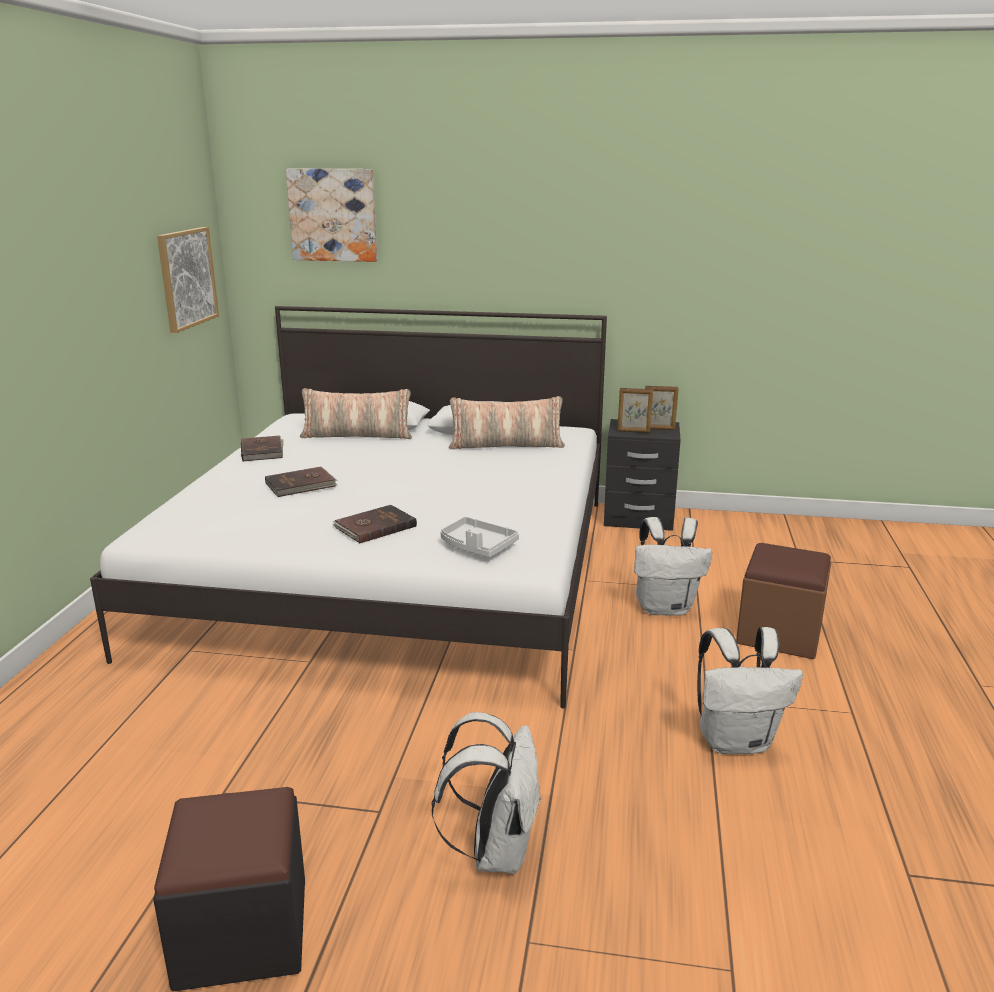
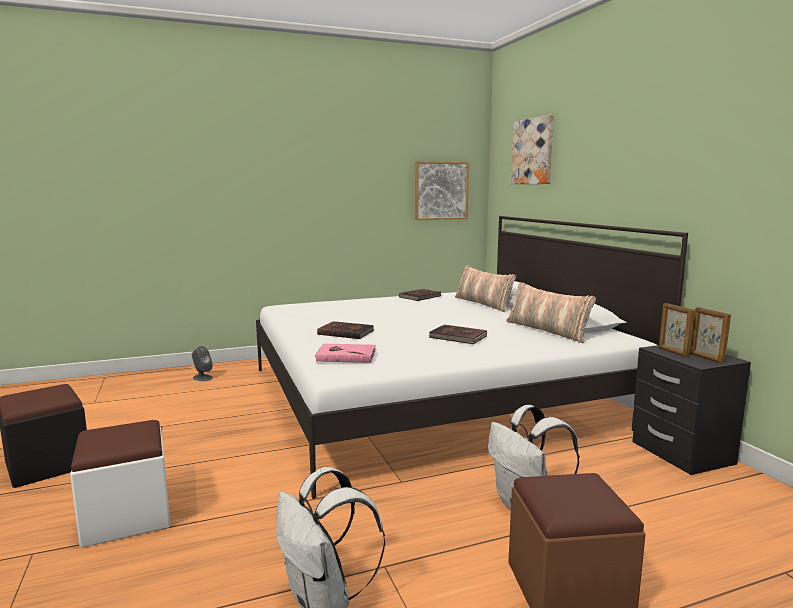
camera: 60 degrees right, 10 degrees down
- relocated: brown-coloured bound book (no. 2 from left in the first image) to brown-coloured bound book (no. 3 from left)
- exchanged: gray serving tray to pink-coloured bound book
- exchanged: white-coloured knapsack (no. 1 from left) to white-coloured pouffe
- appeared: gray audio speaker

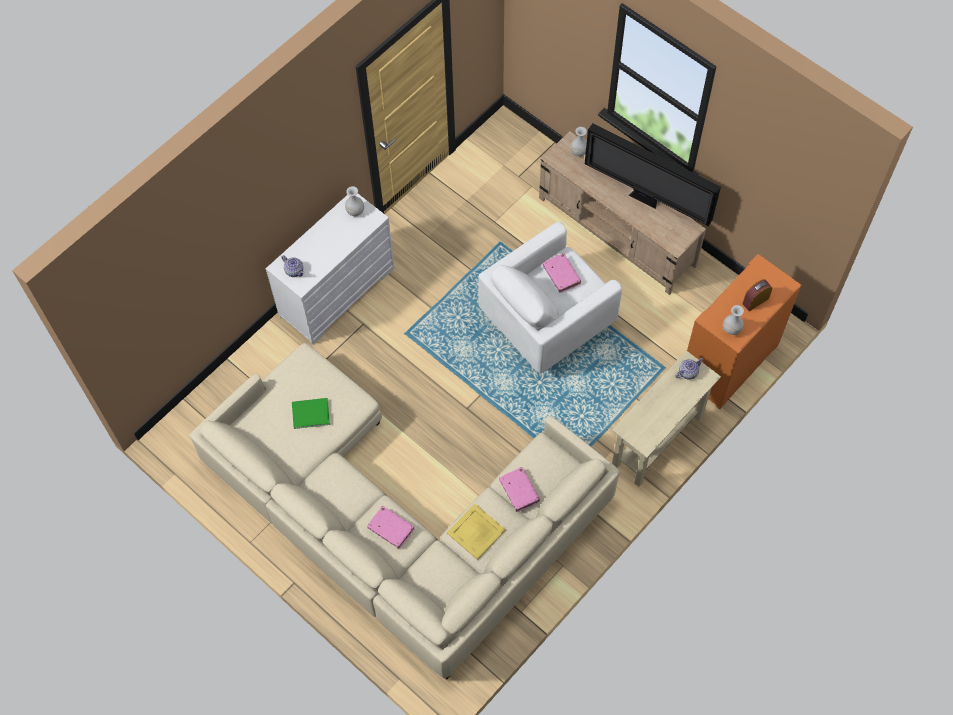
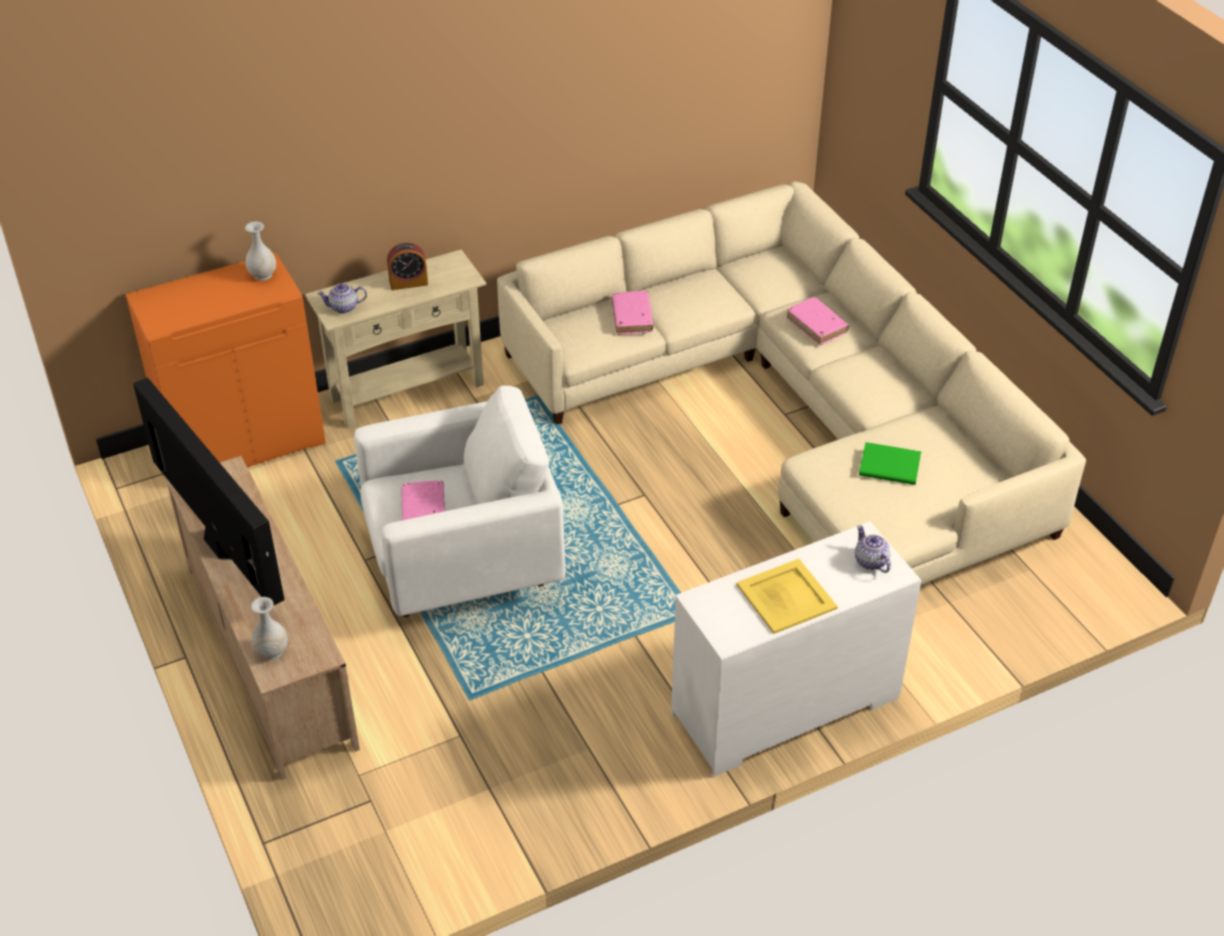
camera: 160 degrees left, 20 degrees down
- missing: white-coloured decorative vase (no. 1 from left)
- relocated: table clock
- relocated: yellow-coloured serving tray

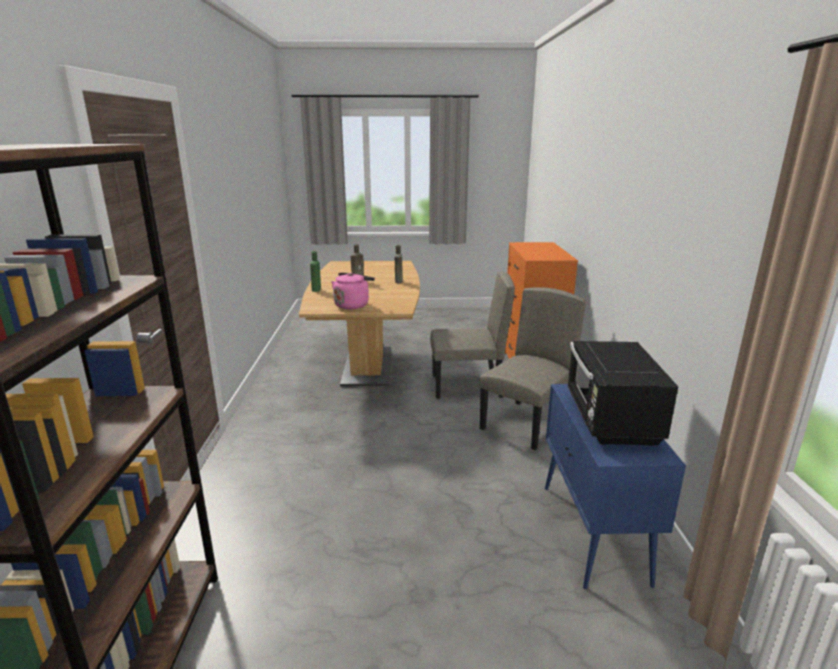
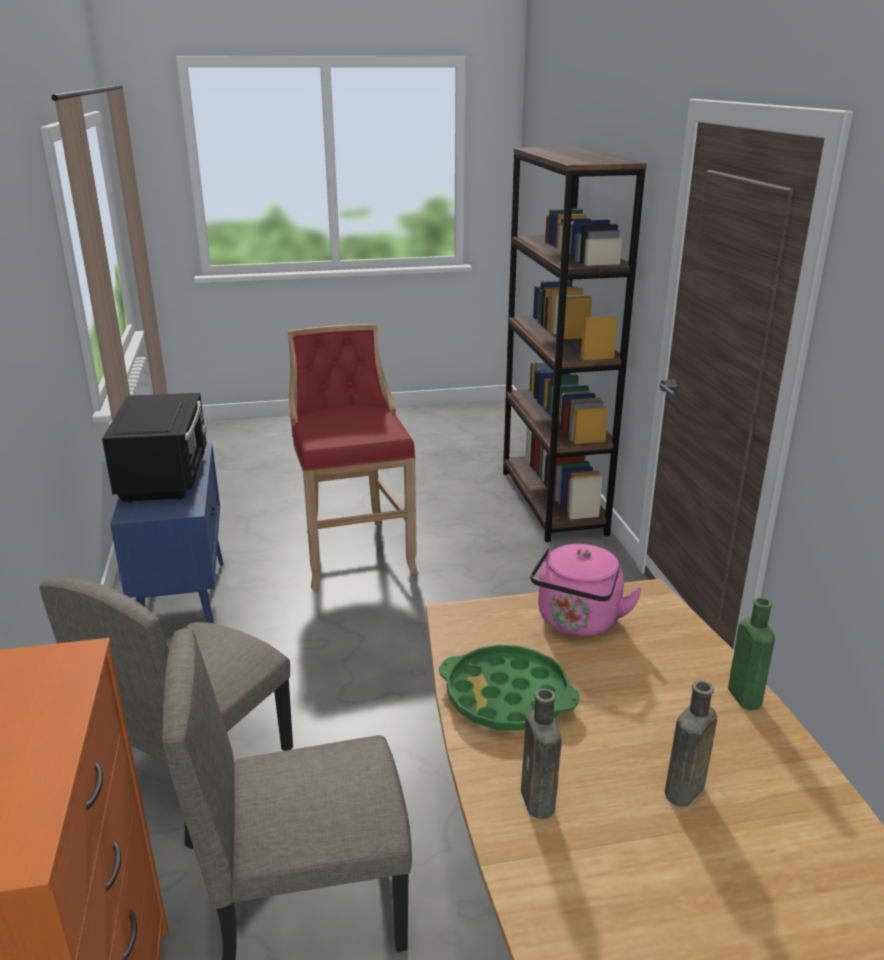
camera: 170 degrees right, 5 degrees up
- appeared: red-coloured stool seat
- appeared: green serving tray

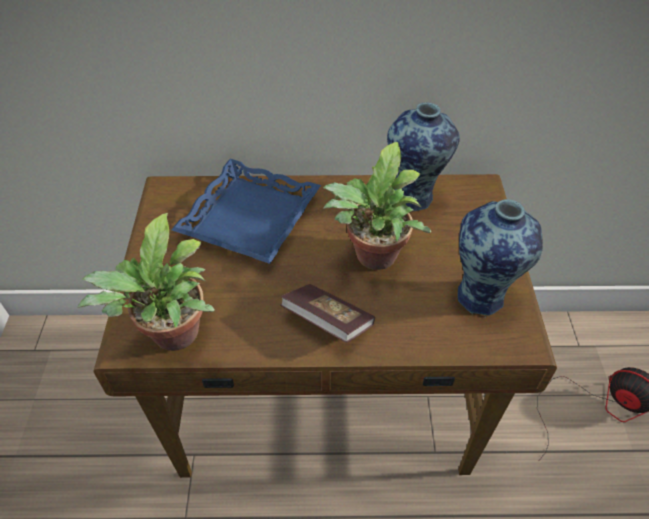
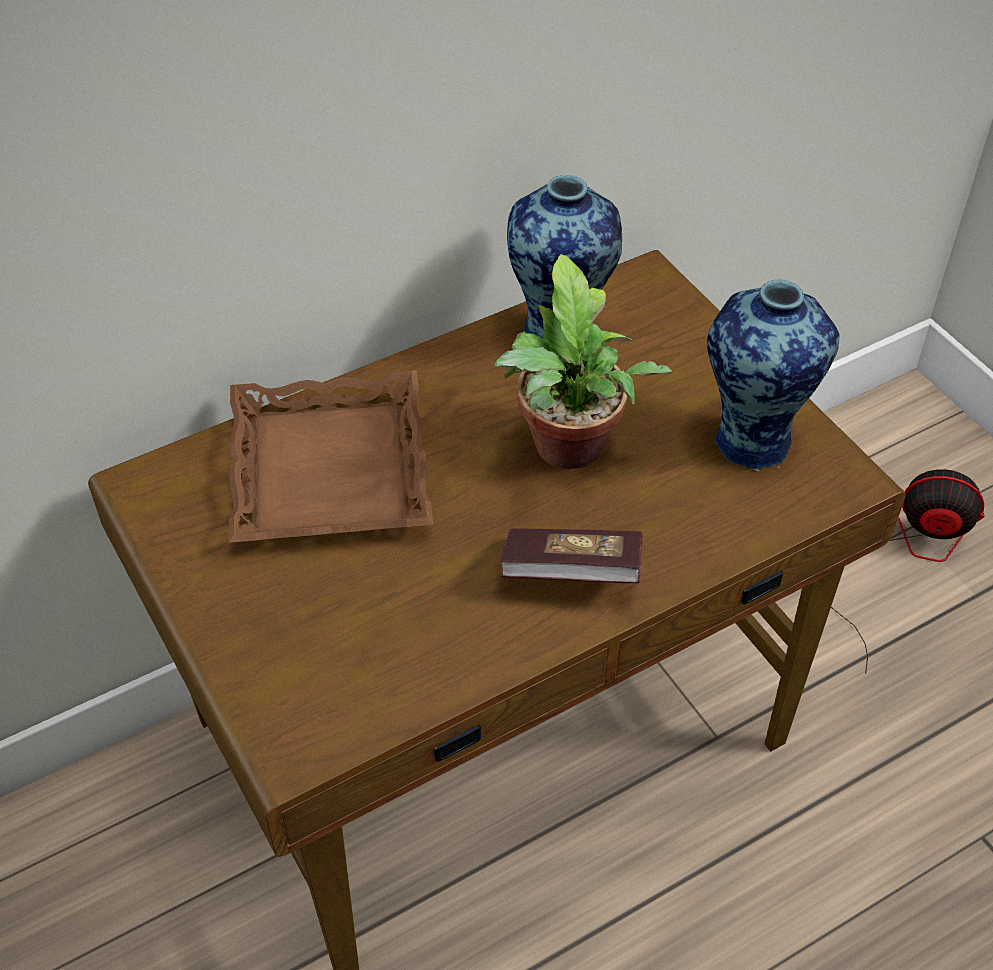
camera: 30 degrees left, 0 degrees up
- colour: bluish serving tray to brown-coloured serving tray
- missing: houseplant (no. 1 from left)

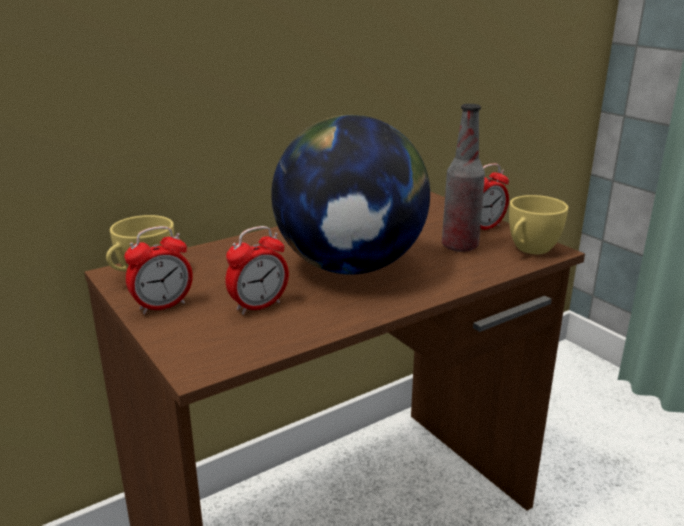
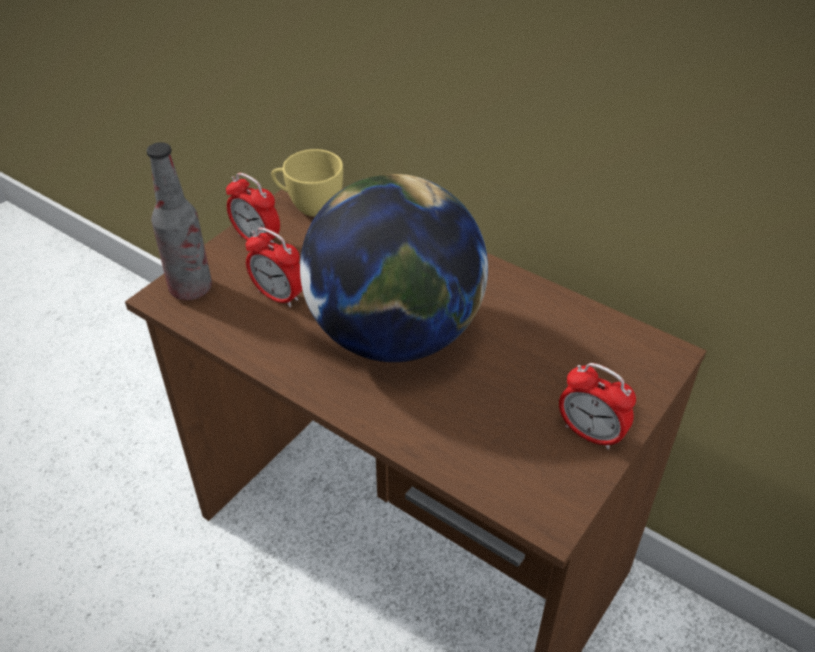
camera: 70 degrees right, 20 degrees up
- relocated: beverage bottle
- missing: yellow-coloured small cup (no. 2 from left)

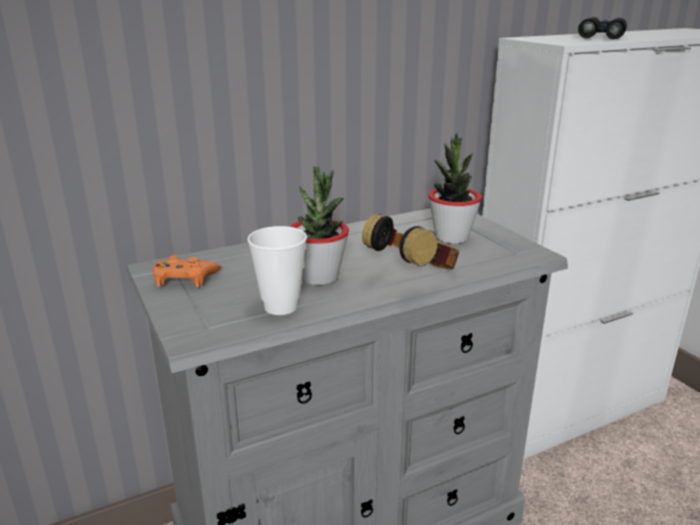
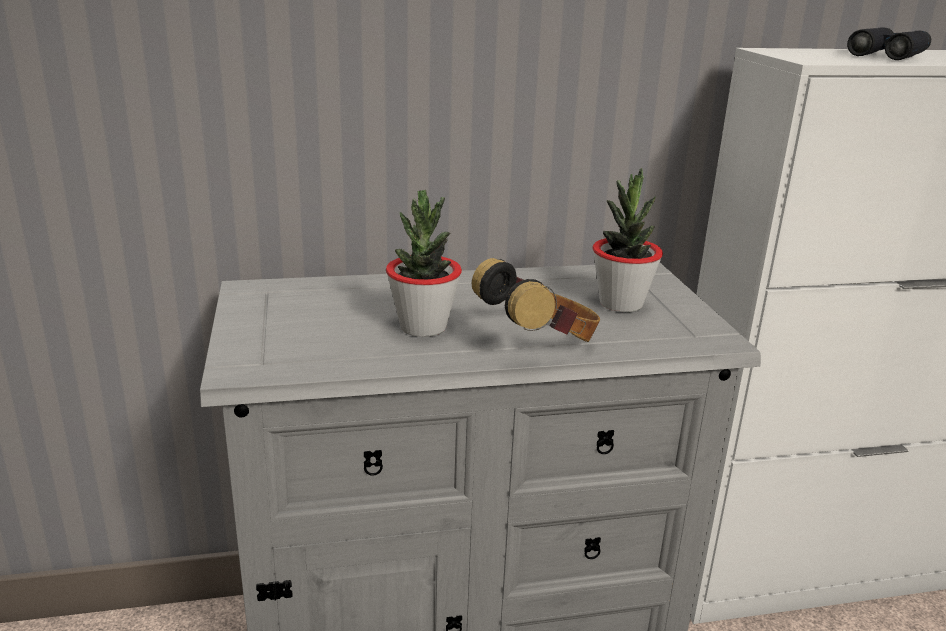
camera: 15 degrees right, 0 degrees up
- missing: small cup
- missing: orangey joypad

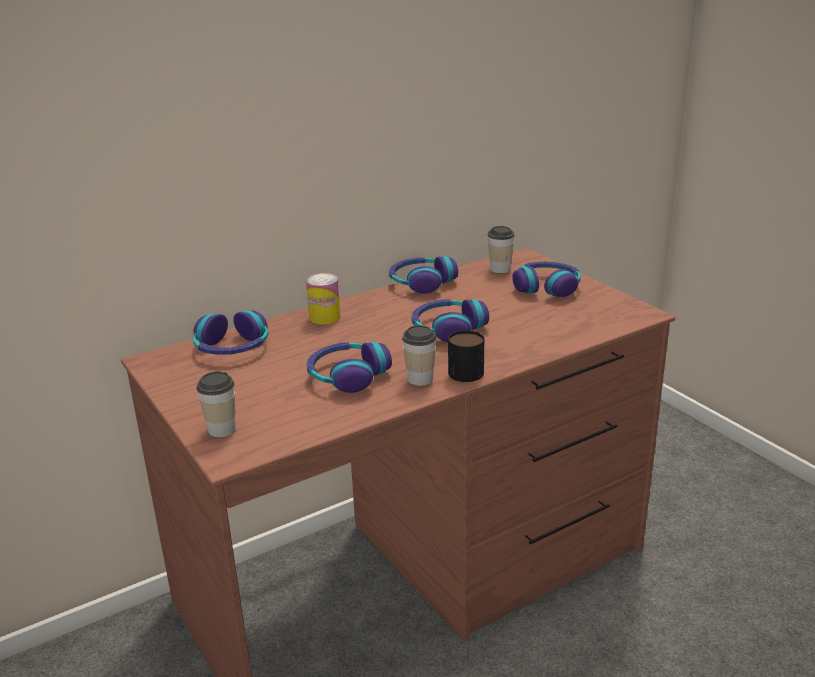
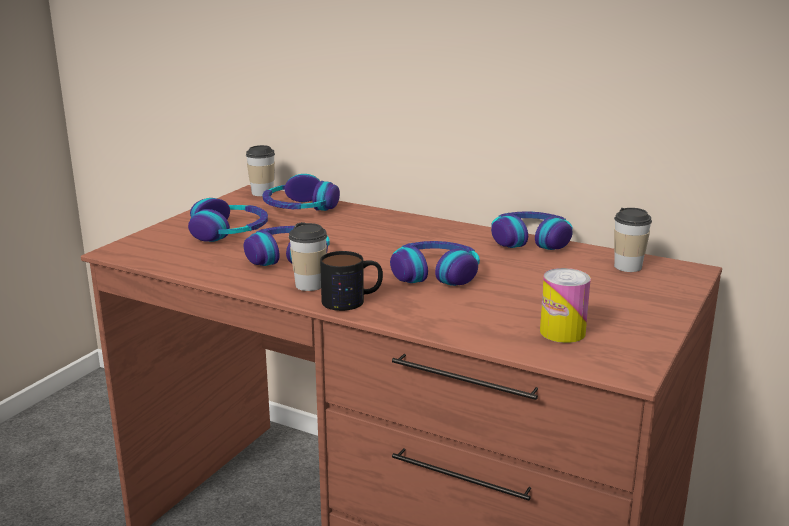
camera: 60 degrees right, 5 degrees down
- relocated: headset (no. 5 from left in the first image) to headset (no. 1 from left)
- relocated: can
- relocated: small cup (no. 1 from left)

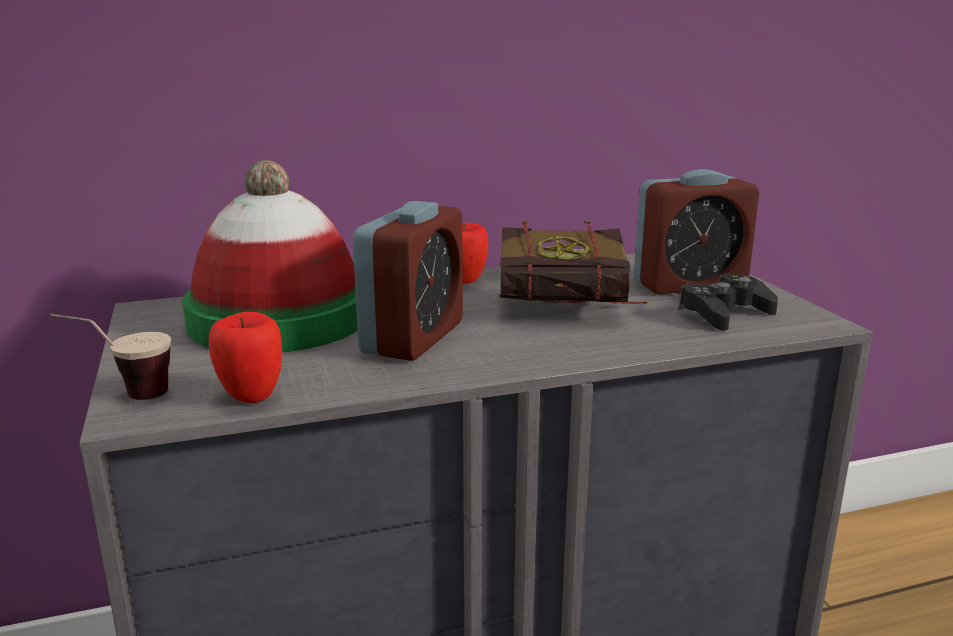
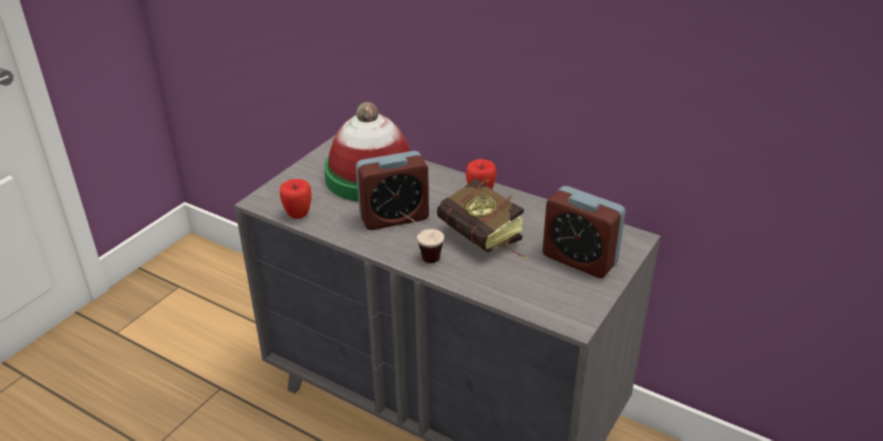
camera: 50 degrees right, 15 degrees up
- missing: black joypad
- relocated: small cup

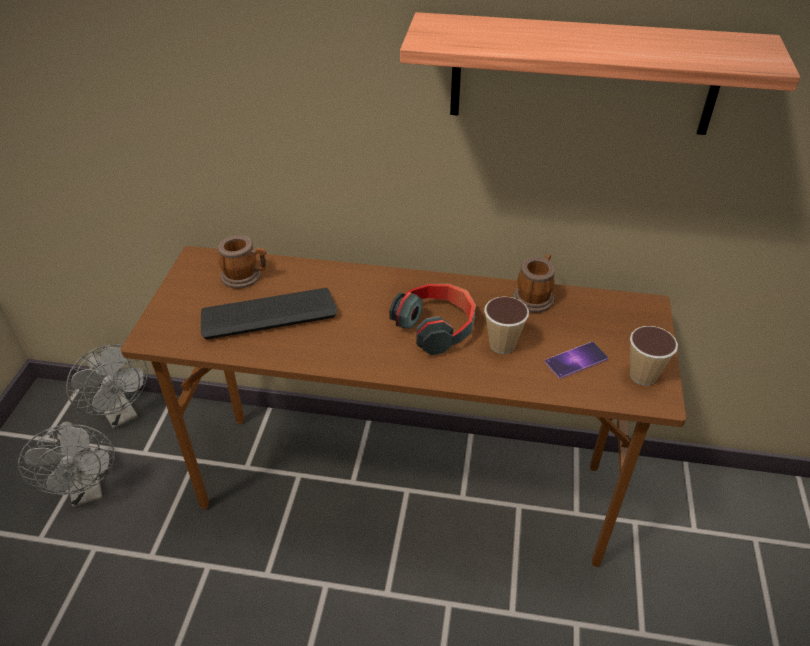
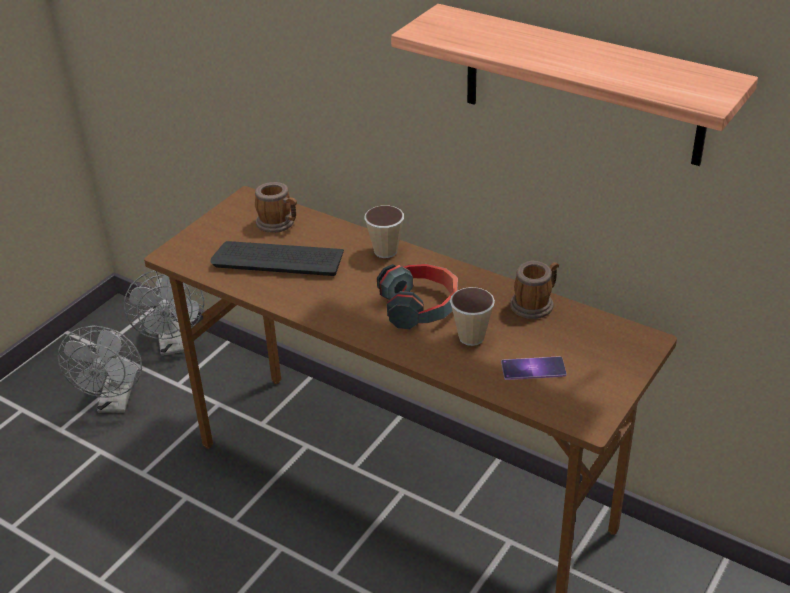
camera: 25 degrees right, 5 degrees down
- relocated: small cup (no. 2 from left in the first image) to small cup (no. 1 from left)

